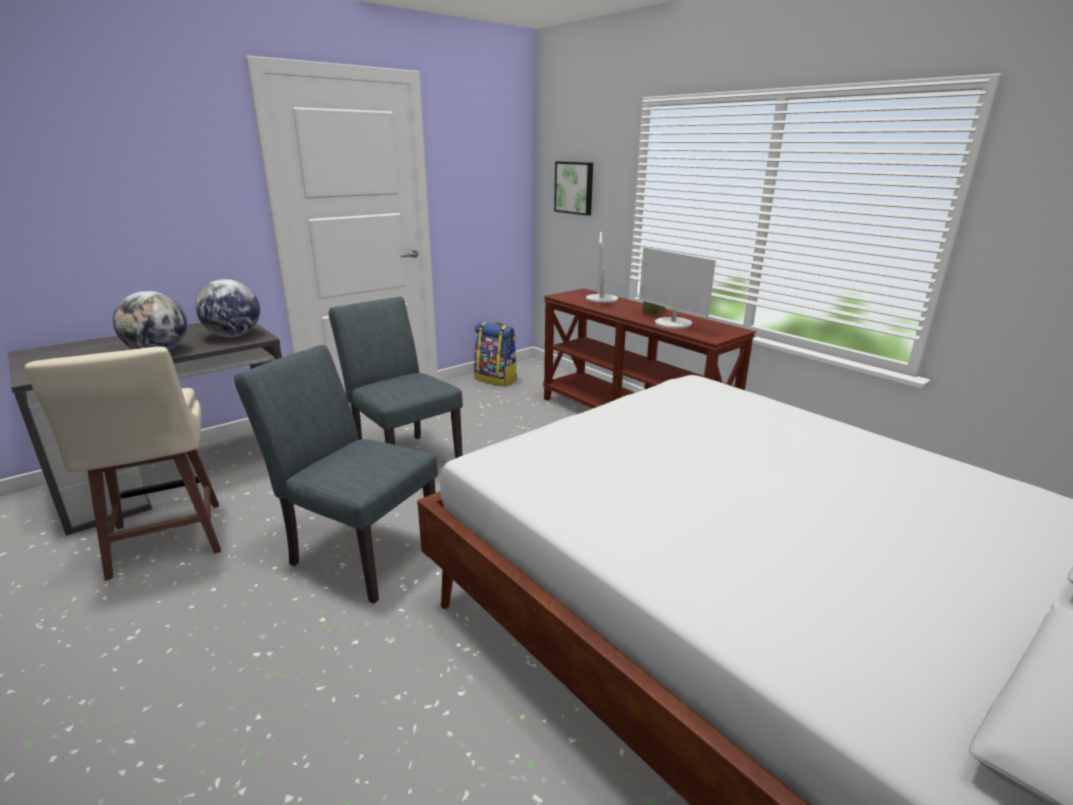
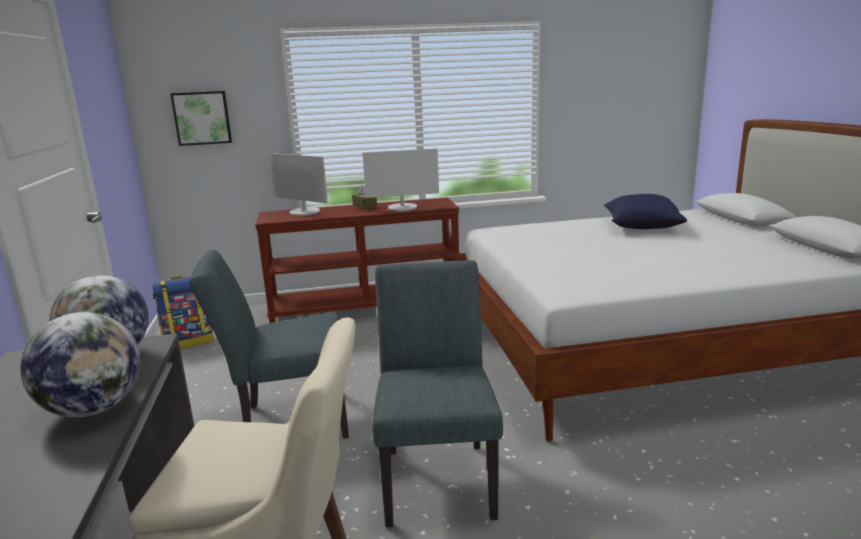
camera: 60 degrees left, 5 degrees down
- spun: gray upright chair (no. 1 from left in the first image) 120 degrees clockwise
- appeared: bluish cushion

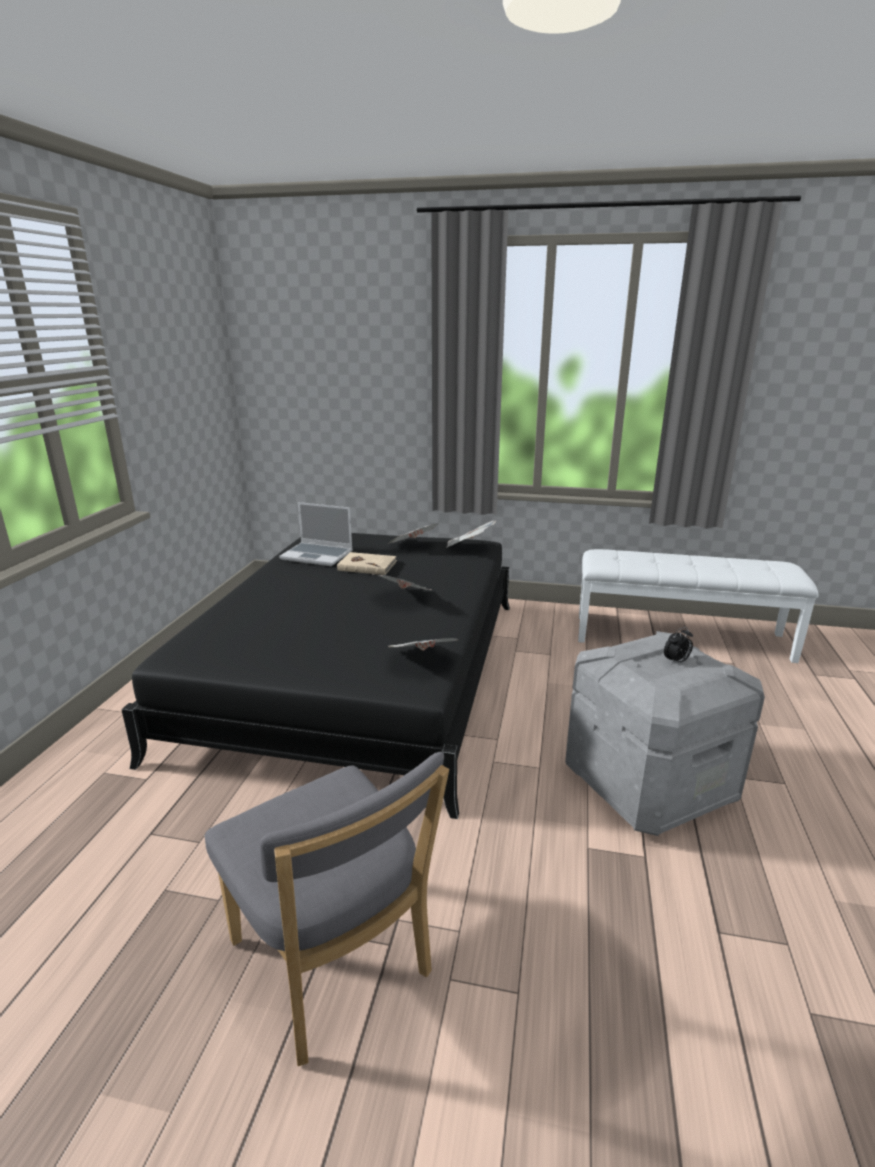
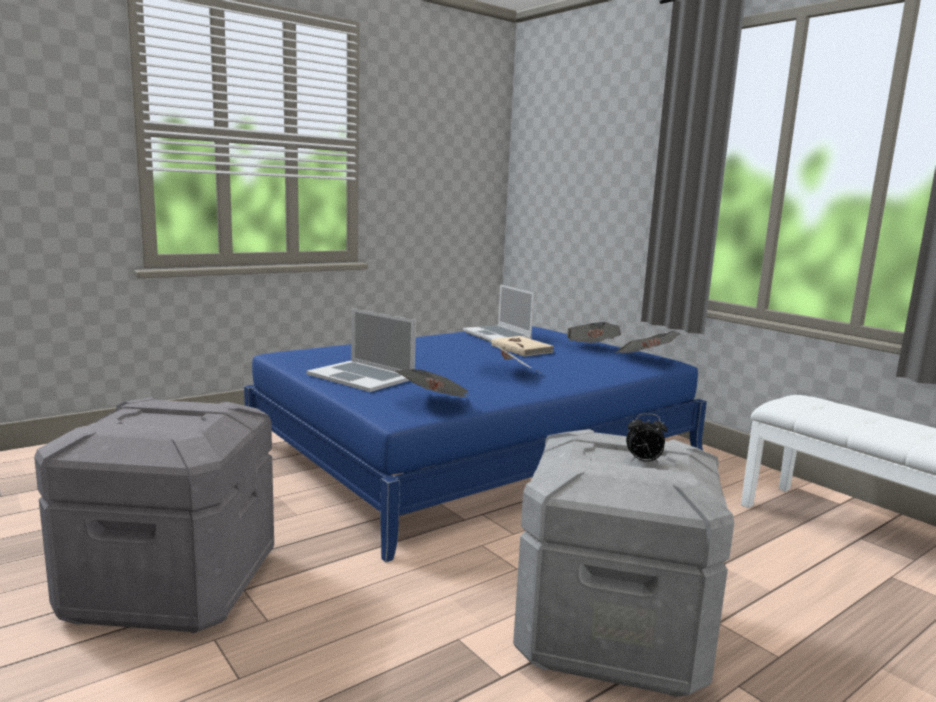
camera: 40 degrees right, 10 degrees down
- colour: black bed to bluish bed
- exchanged: gray upright chair to gray storage container (no. 1 from left)
- appeared: notebook computer (no. 1 from left)

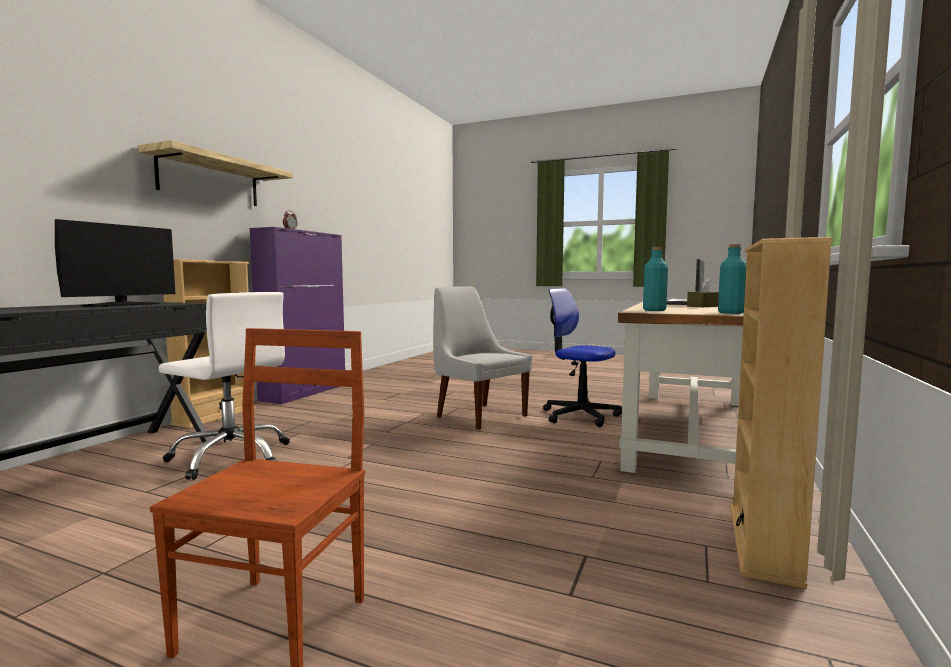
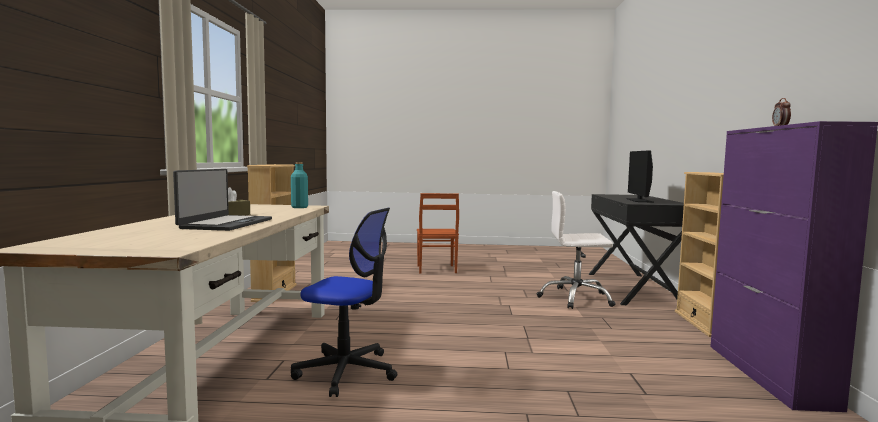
camera: 160 degrees right, 0 degrees up
- missing: wall shelf
- missing: blue-green beverage bottle (no. 2 from left)
- missing: white-coloured upright chair

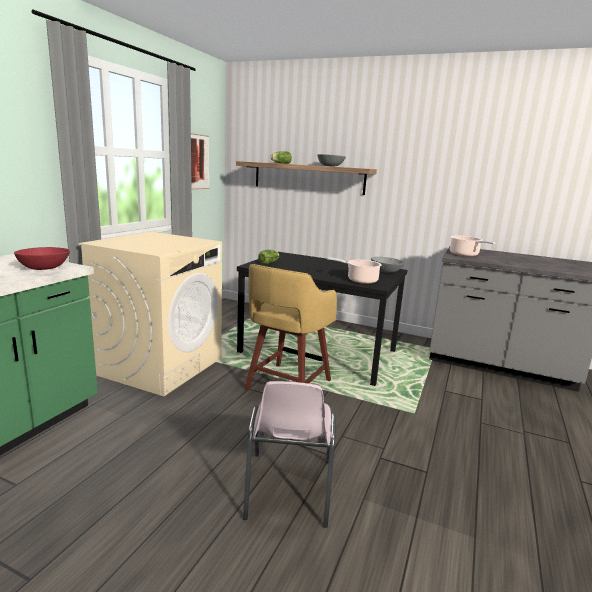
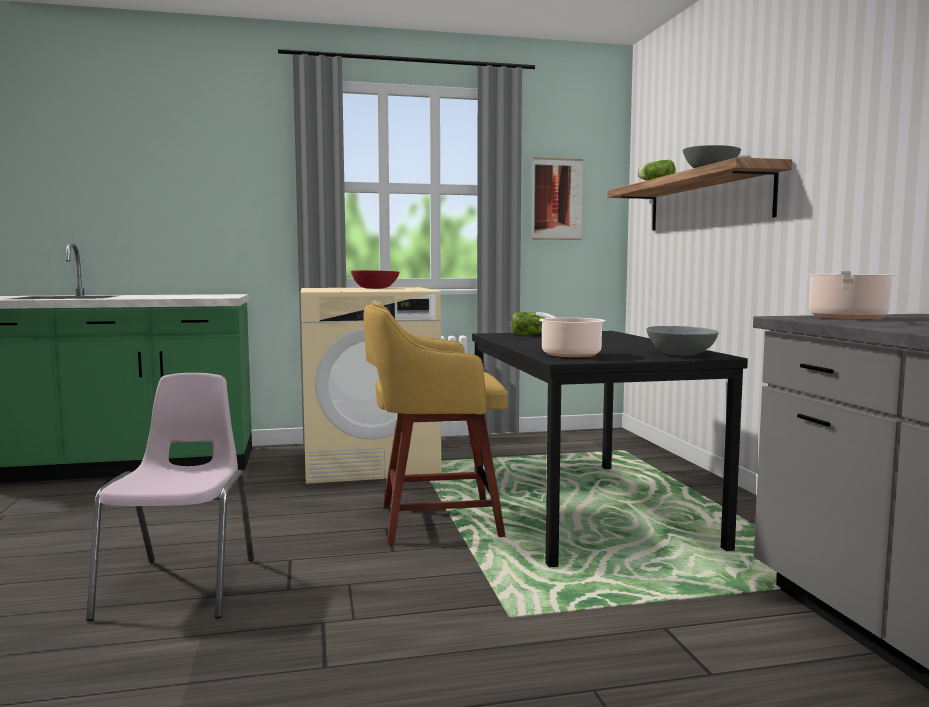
camera: 55 degrees right, 10 degrees down
- relocated: red-coloured deep dish
- spun: pink-coloured upright chair 120 degrees clockwise

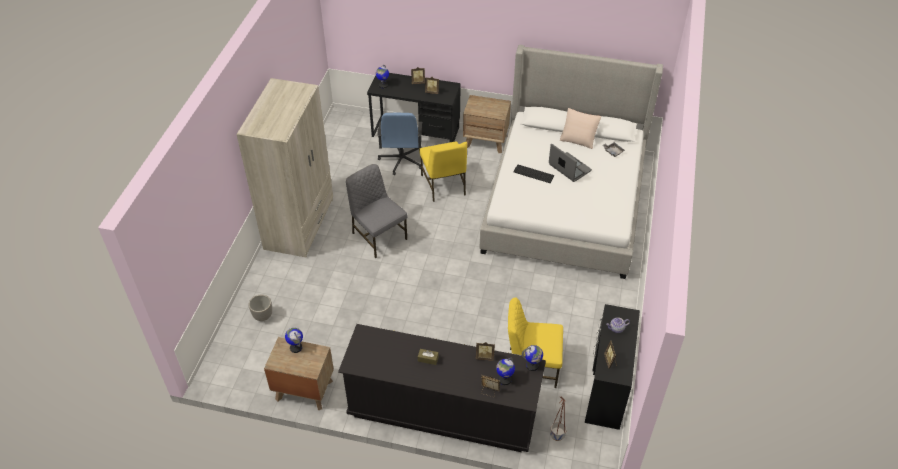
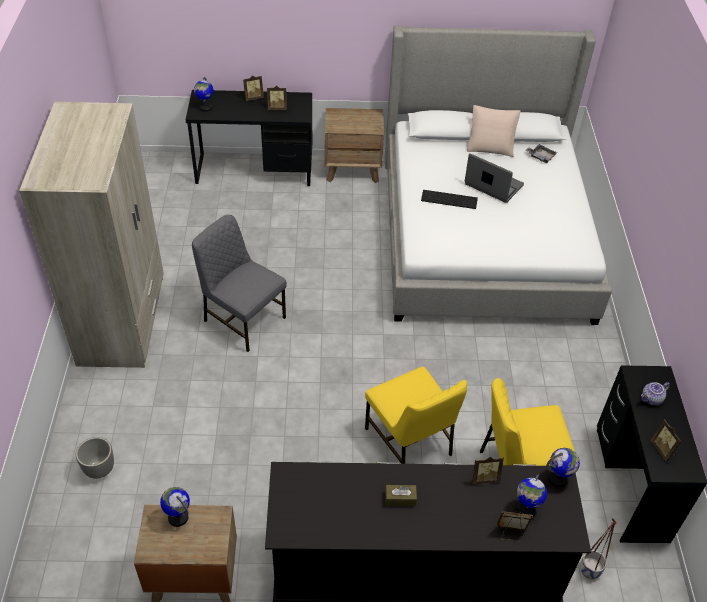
camera: 15 degrees left, 0 degrees up
- missing: bluish computer chair
- relocated: yellow-coloured upright chair (no. 1 from left)

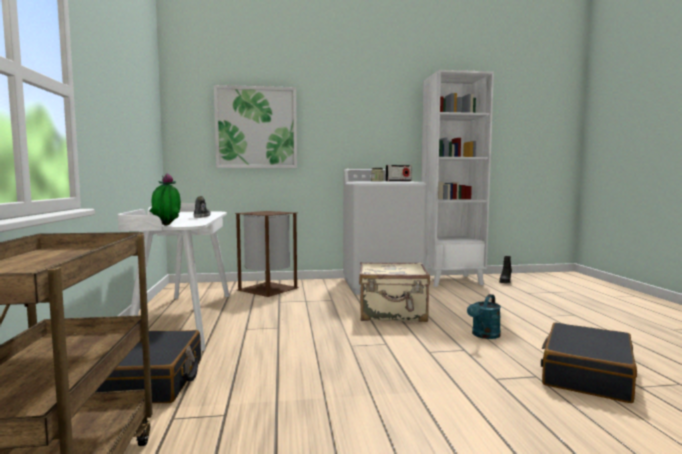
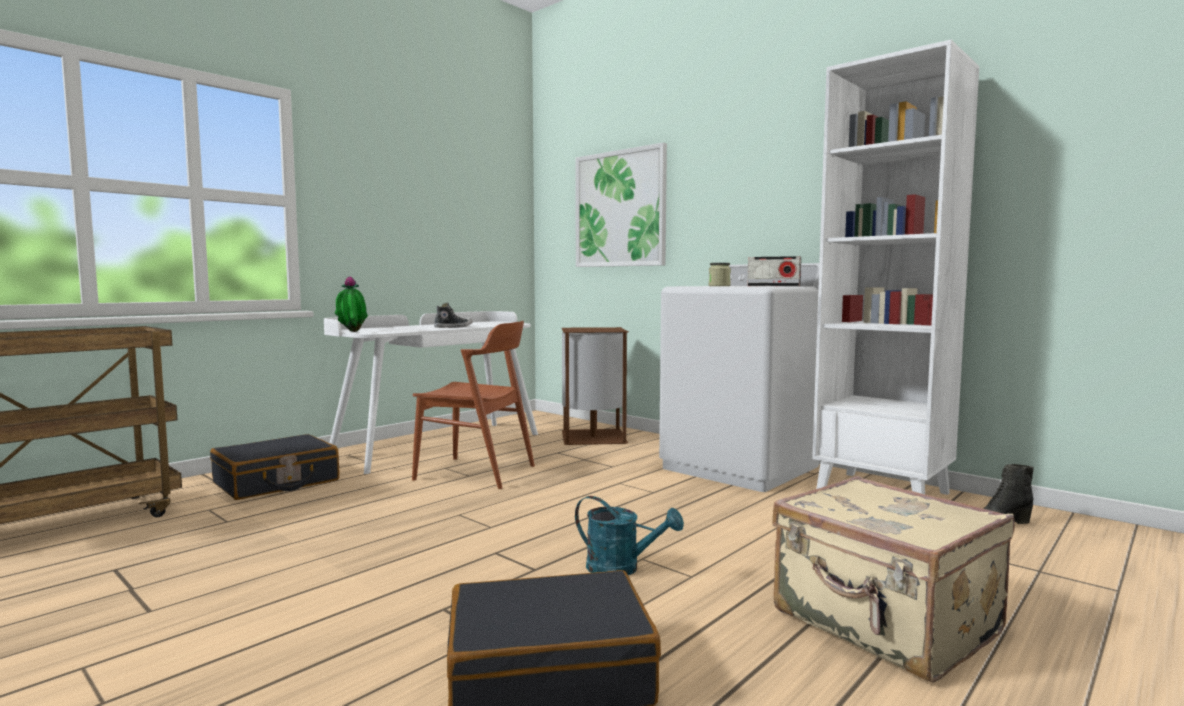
camera: 50 degrees right, 0 degrees up
- relocated: beige-coloured travel case
- spun: blue-green sprinkling can 150 degrees counterclockwise
- appeared: brown-coloured upright chair

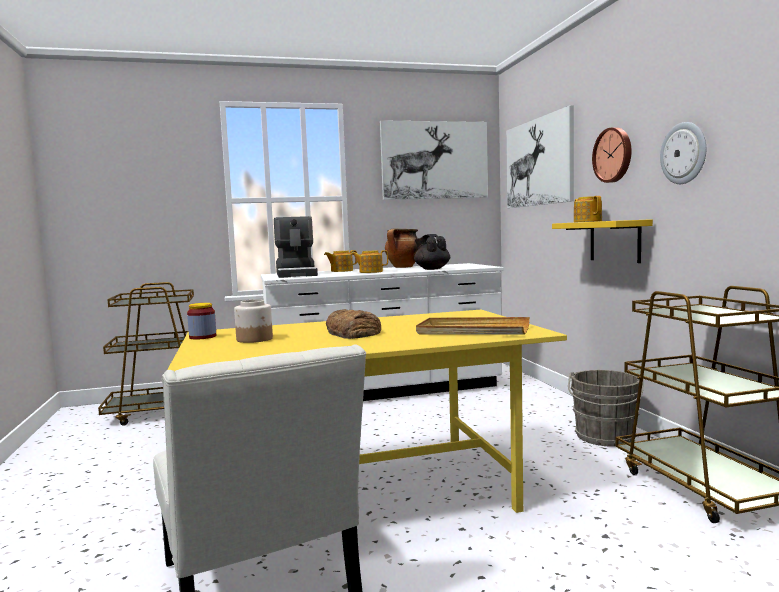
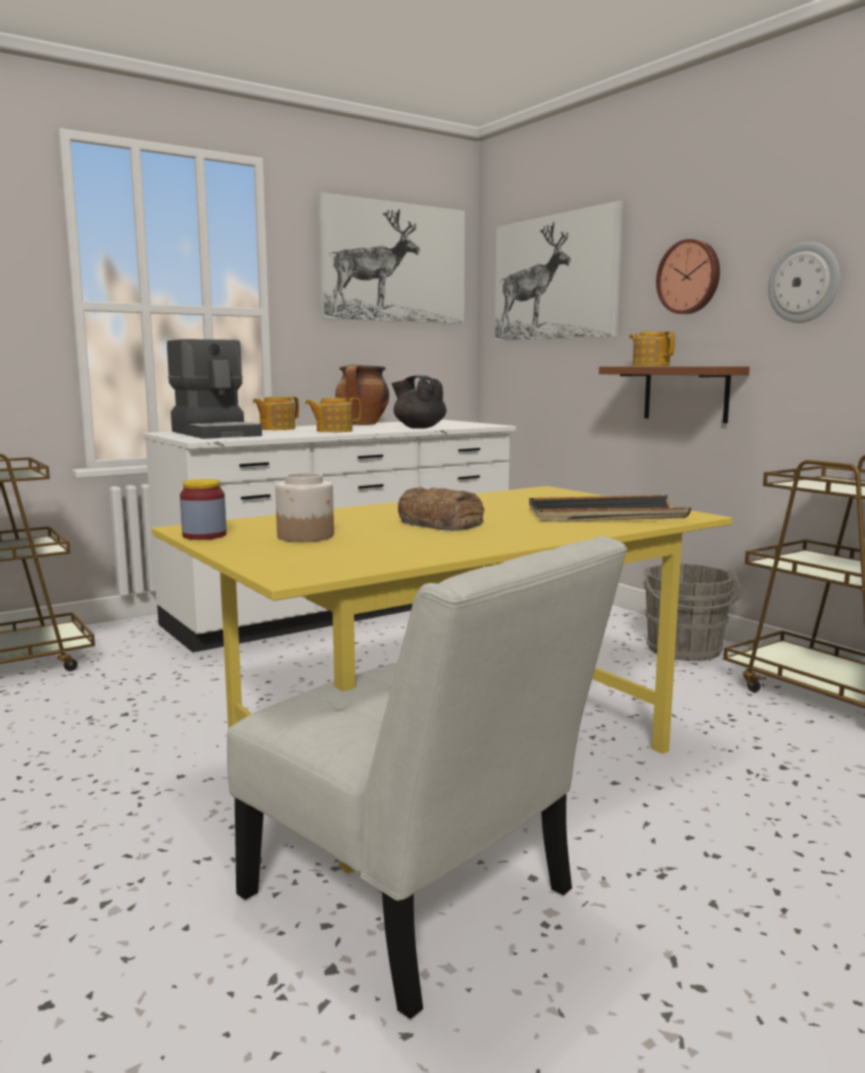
camera: 20 degrees left, 5 degrees up
- colour: yellow-coloured wall shelf to brown-coloured wall shelf
- colour: beige-coloured serving tray to black serving tray

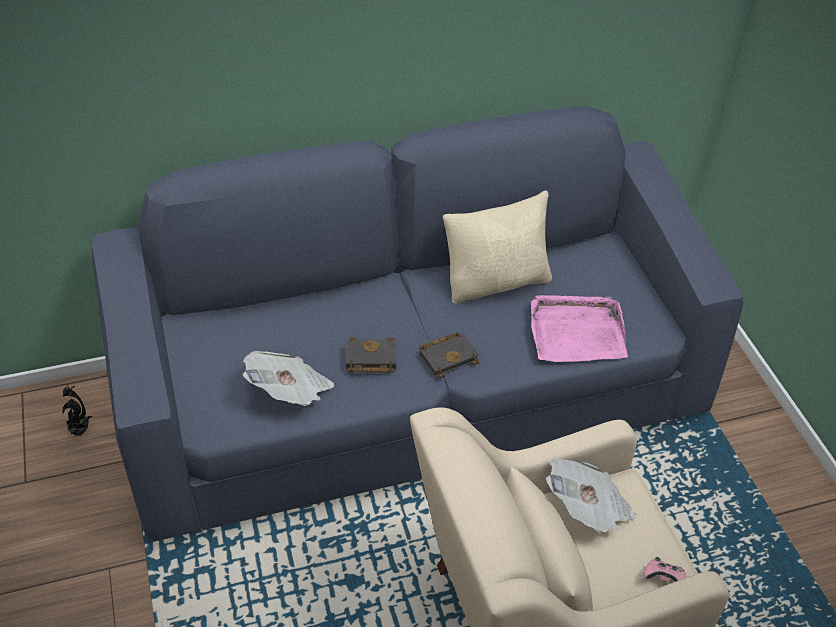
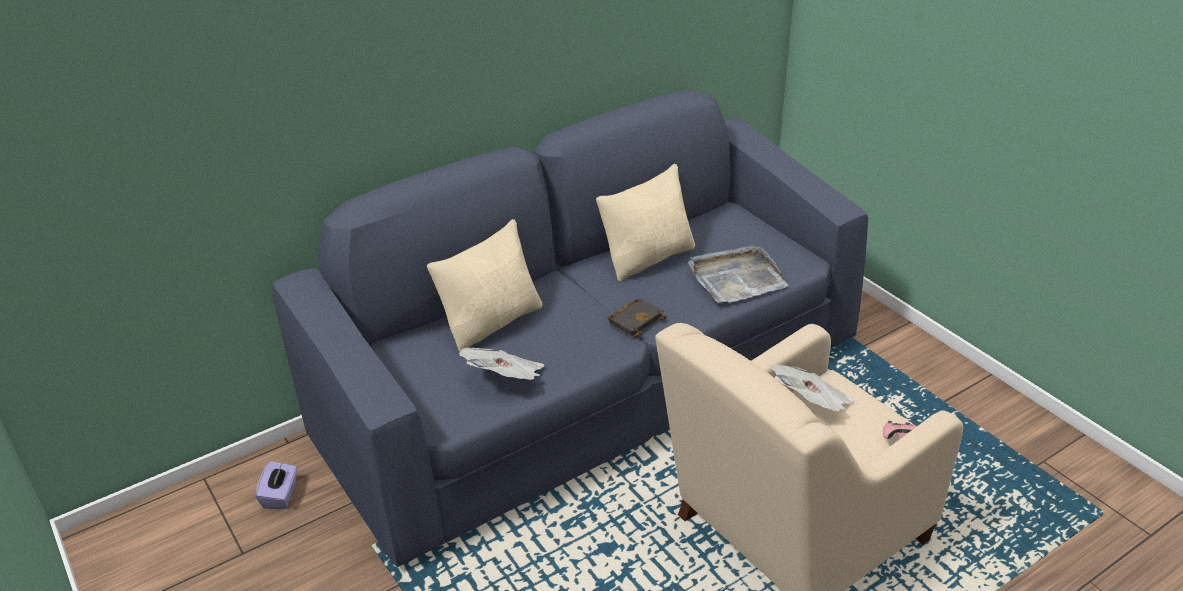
camera: 15 degrees left, 10 degrees down
- colour: pink-coloured serving tray to gray serving tray
- missing: black bound book (no. 1 from left)
- exchanged: houseplant to purplish box of tissues
- appeared: beige-coloured cushion (no. 1 from left)

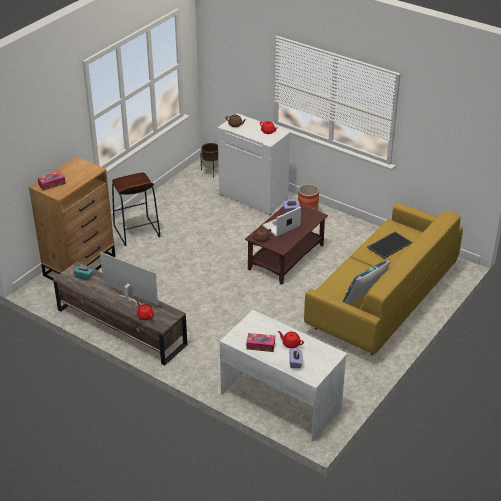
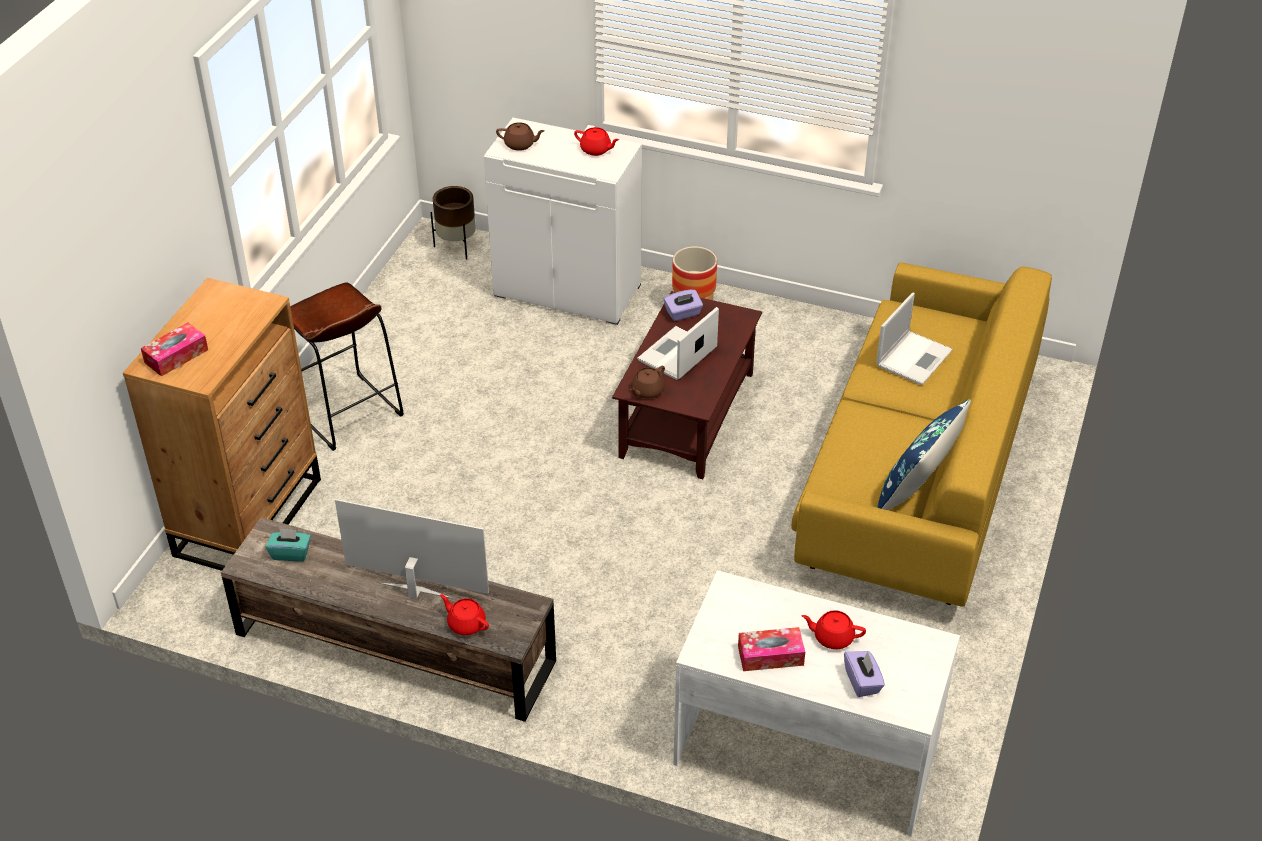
camera: 15 degrees left, 5 degrees up
- exchanged: serving tray to notebook computer (no. 2 from left)

